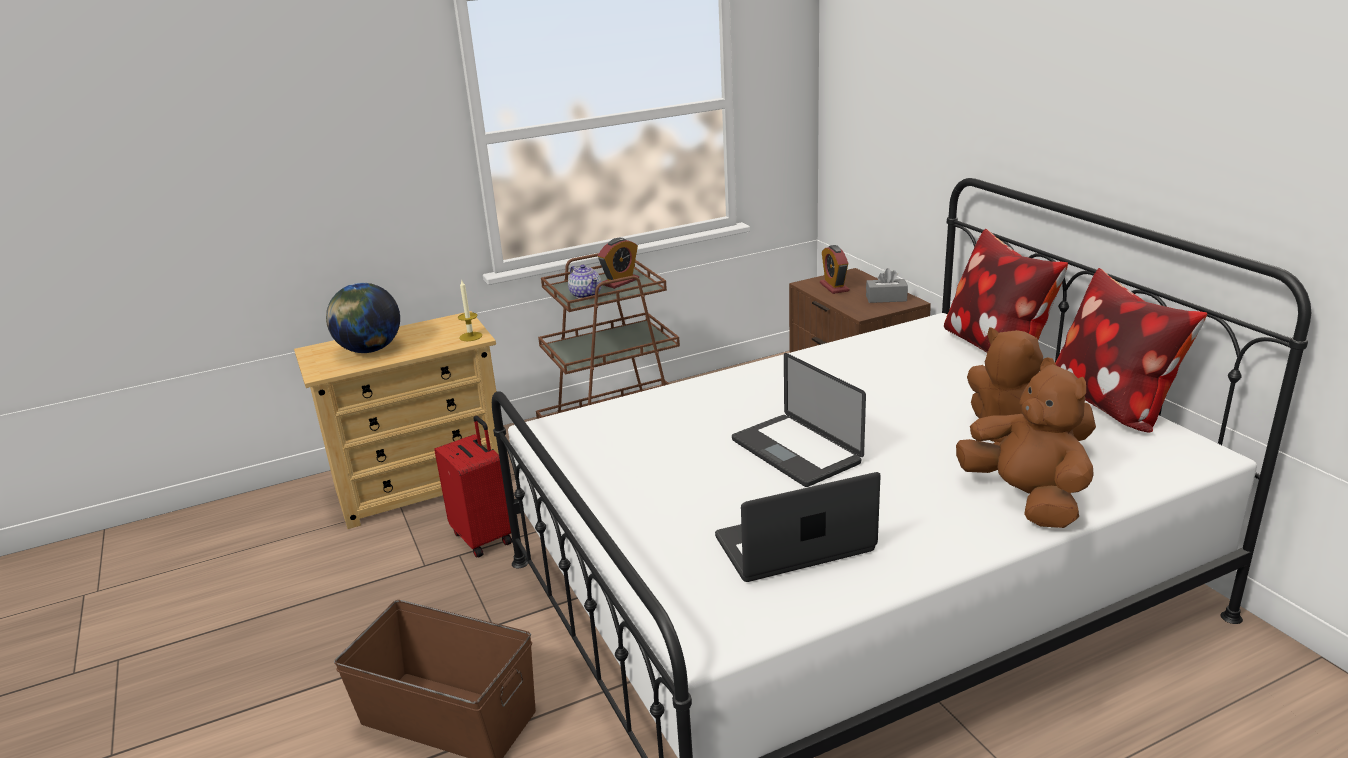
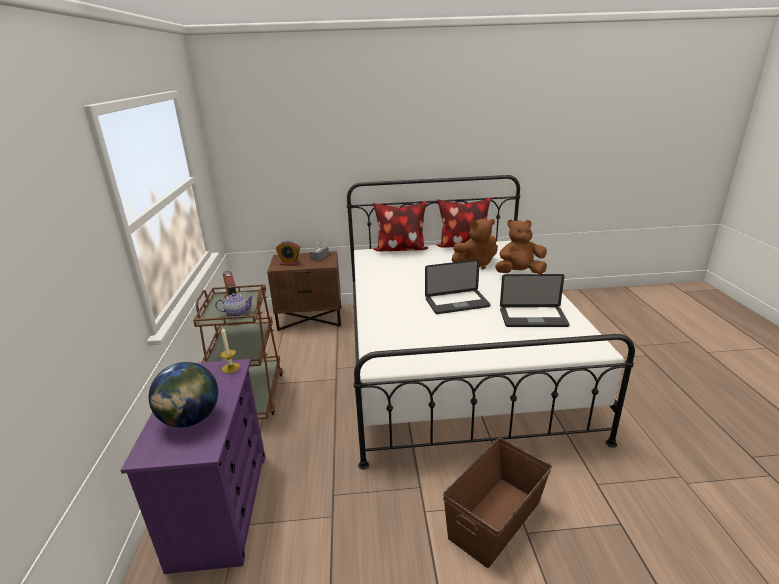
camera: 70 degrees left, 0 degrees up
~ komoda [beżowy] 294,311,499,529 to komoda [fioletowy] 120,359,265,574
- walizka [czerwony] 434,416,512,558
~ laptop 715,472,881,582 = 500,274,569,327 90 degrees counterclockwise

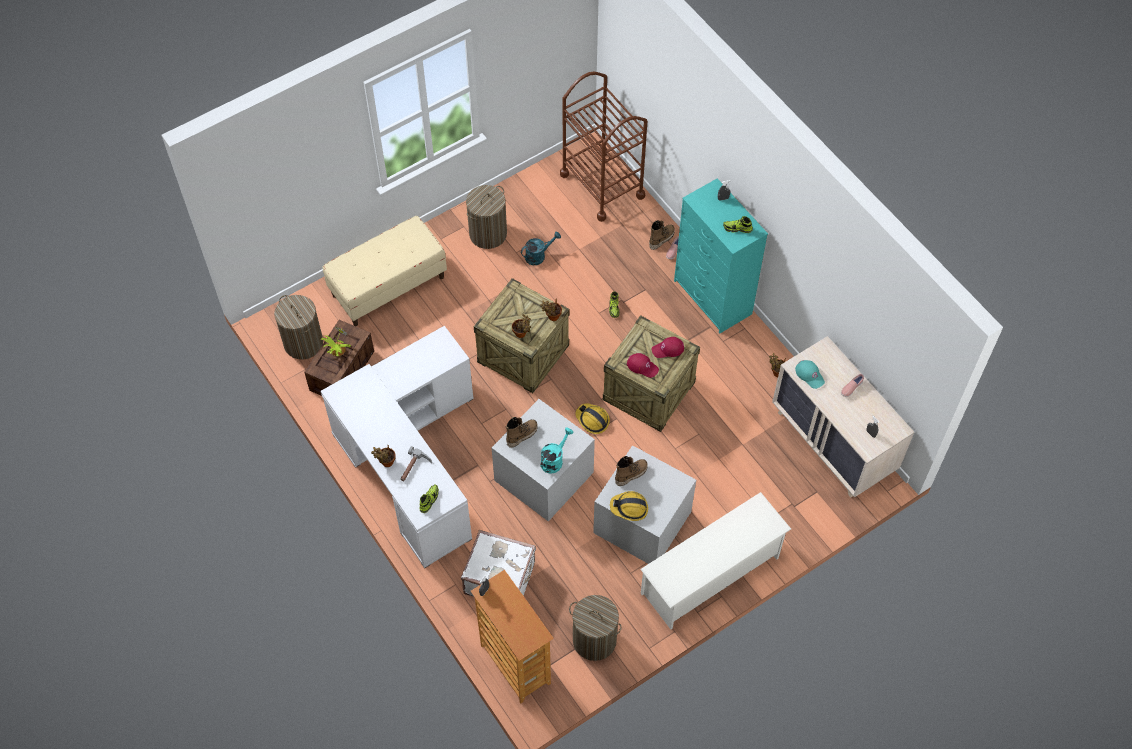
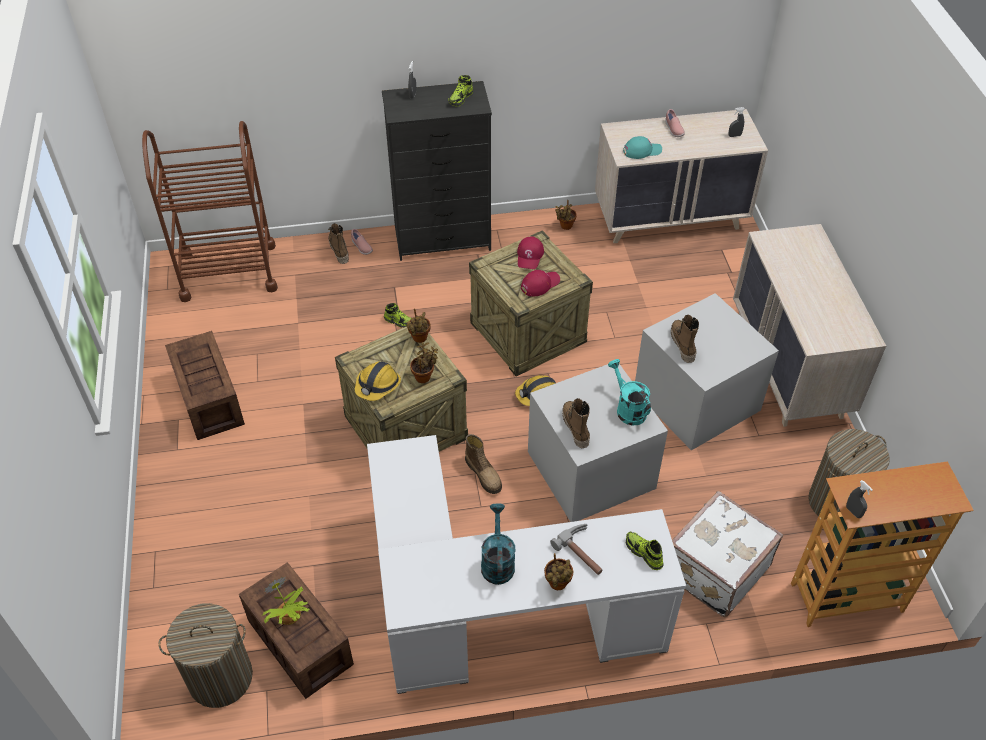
camera: 65 degrees left, 10 degrees down
- ławka [beżowy] 322,216,447,326
~ kosz na pranie 466,185,507,249 to skrzynka 165,331,245,440
~ konewka [turkusowy] 521,231,561,265 to 481,504,516,585
~ kask 610,491,648,521 to 355,361,401,401
~ regał na buty [biały] 640,492,791,630 to komoda [beżowy] 733,224,886,427
~ komoda [turkusowy] 674,178,768,334 to komoda [czarny] 382,81,492,261
+ but z cholewką 465,434,502,494

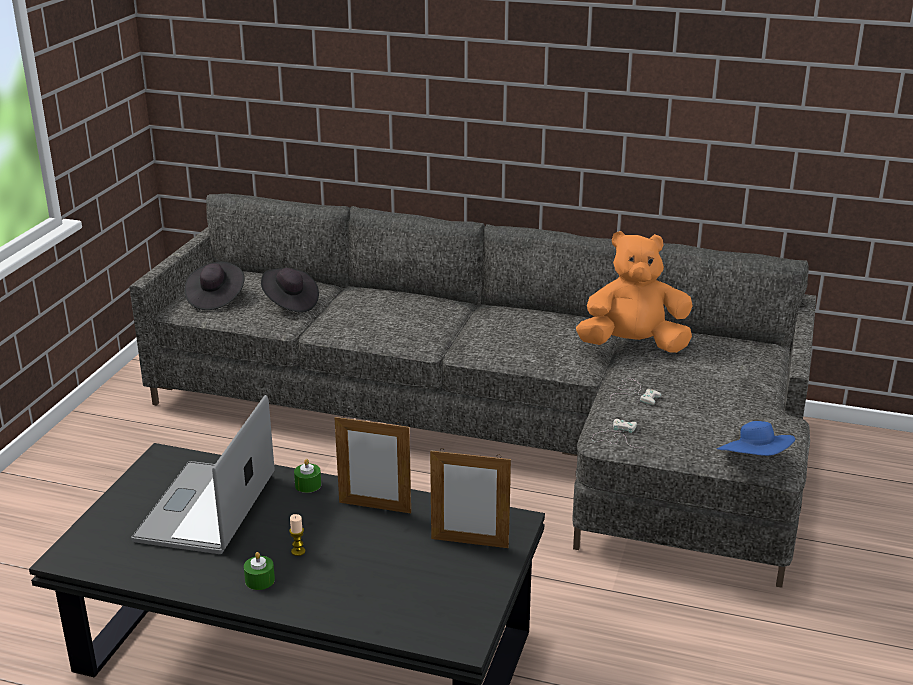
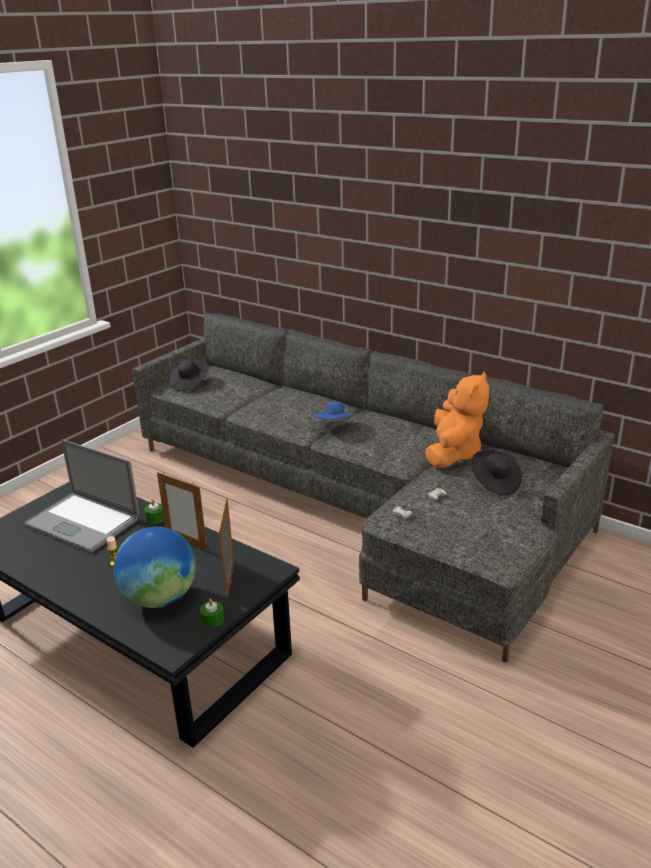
camera: 20 degrees right, 0 degrees up
~ laptop 131,395,275,554 = 24,439,139,553 90 degrees counterclockwise
~ świeca [zielony] 244,552,275,590 to 200,598,224,628
~ kapelusz [czarny] 261,268,319,313 to 471,451,522,496
~ ramka na zdjęcie 430,448,511,548 = 219,498,234,599 60 degrees clockwise
~ pluszak [pomarańczowy] 576,231,693,353 = 425,372,489,468 90 degrees clockwise
~ kapelusz [niebieski] 717,421,795,456 to 311,402,357,420
+ globus 114,527,196,608

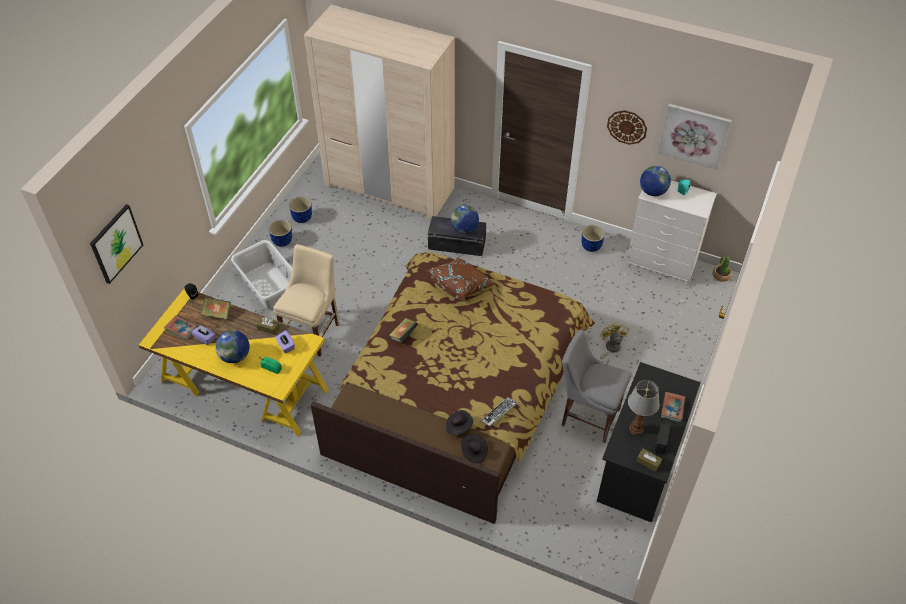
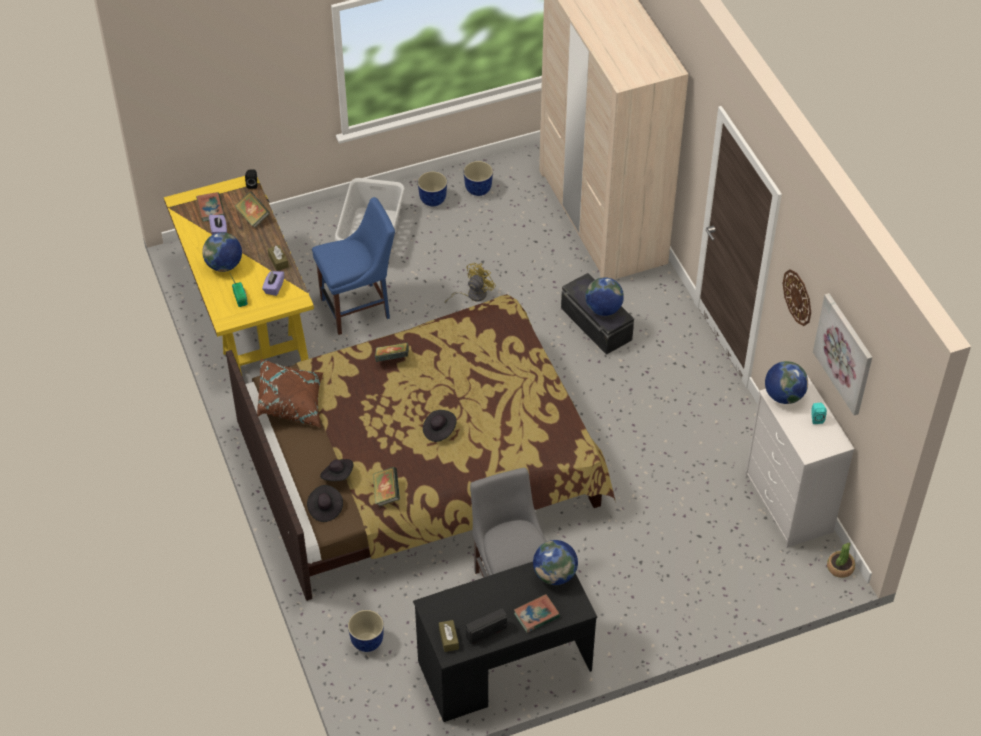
camera: 45 degrees right, 0 degrees up
- obraz 90,204,143,284
~ krzesło [beżowy] 273,244,339,357 to krzesło [niebieski] 312,197,395,335
~ poduszka [brązowy] 425,257,496,301 to 257,358,324,428
~ klawiatura 480,397,517,426 to książka 373,467,400,507
~ donica 582,225,605,252 to 348,610,384,652
~ wentylator [żółty] 600,322,628,365 to 445,263,496,303
- lampa stołowa 628,380,660,435
+ kapelusz [czarny] 423,410,457,442
+ globus 533,540,578,585

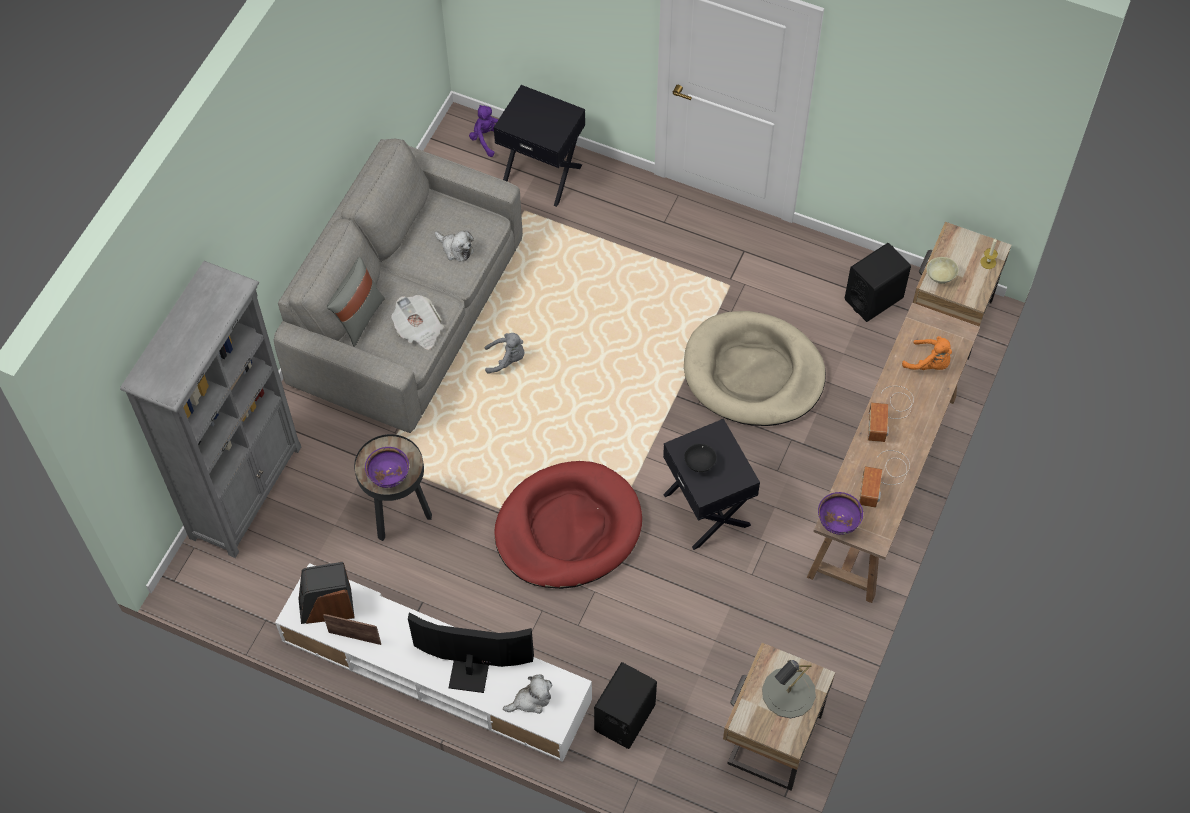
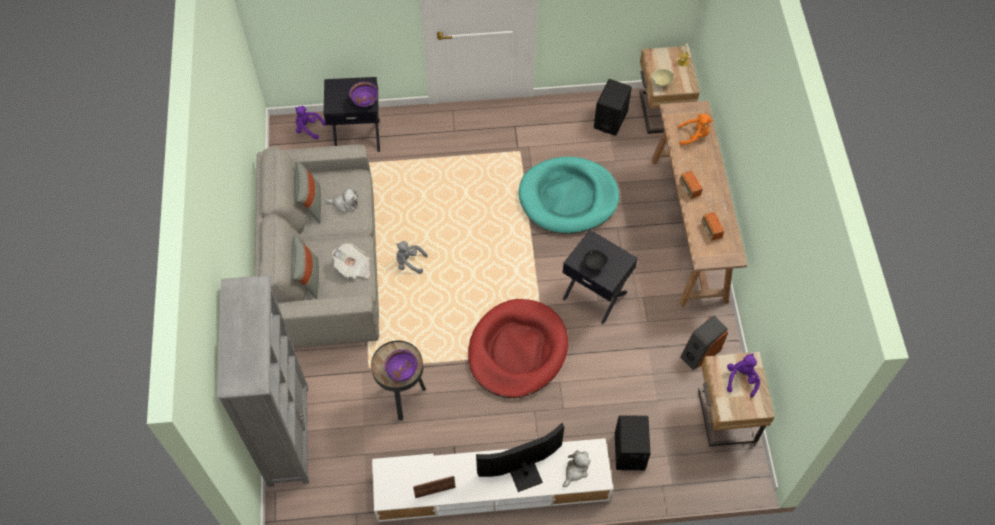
camera: 30 degrees left, 0 degrees up
~ głośnik 298,562,355,624 to 680,315,728,370
~ pluszak [szary] 484,333,524,374 = 396,241,428,274 135 degrees counterclockwise
~ legowisko [beżowy] 684,311,826,426 to legowisko [turkusowy] 519,157,619,234
~ lampa stołowa [szary] 762,660,816,718 to pluszak [fioletowy] 727,353,760,397
~ miska [fioletowy] 818,492,863,535 to 349,81,378,107
+ poduszka [szary] 294,161,321,223

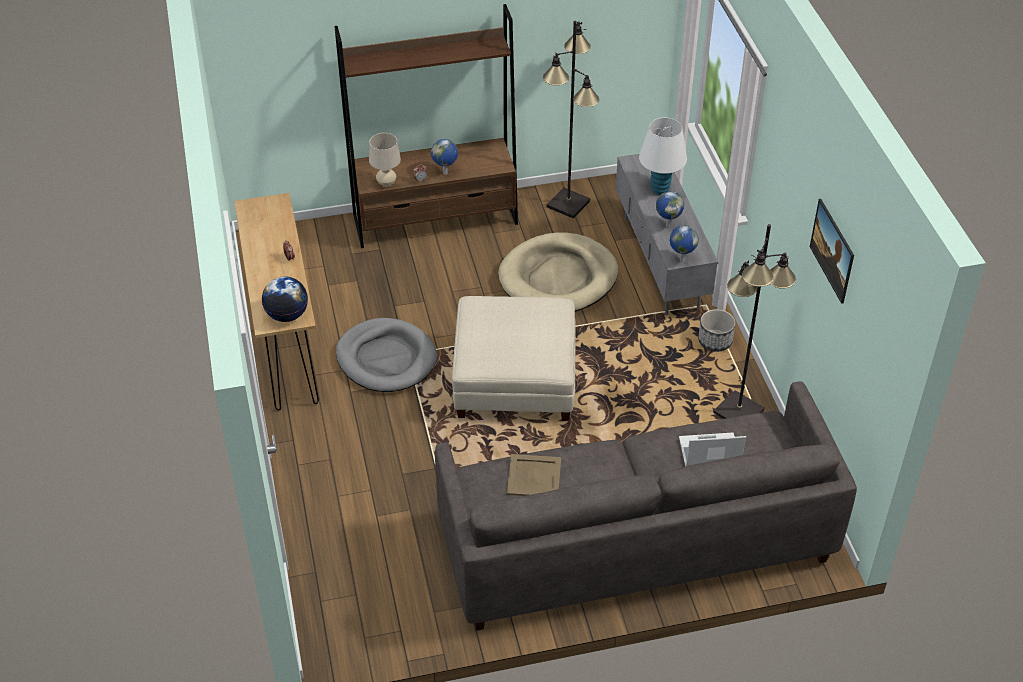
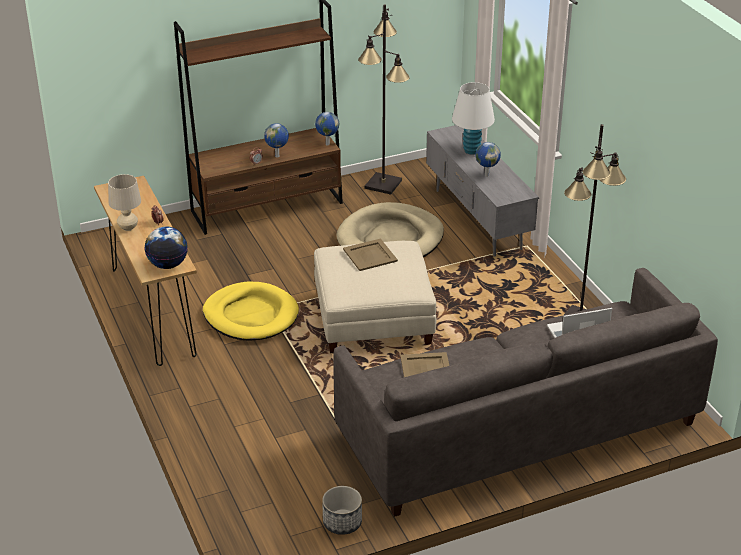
camera: 10 degrees left, 10 degrees down
~ legowisko [szary] 336,318,437,392 to legowisko [żółty] 203,281,299,341
~ lampa stołowa [beżowy] 369,133,401,187 to 108,174,141,231
~ globus 669,225,699,262 to 315,112,339,145
~ donica 698,309,735,352 to 322,486,362,535
- obraz 810,199,854,304
+ taca [beżowy] 343,238,398,271

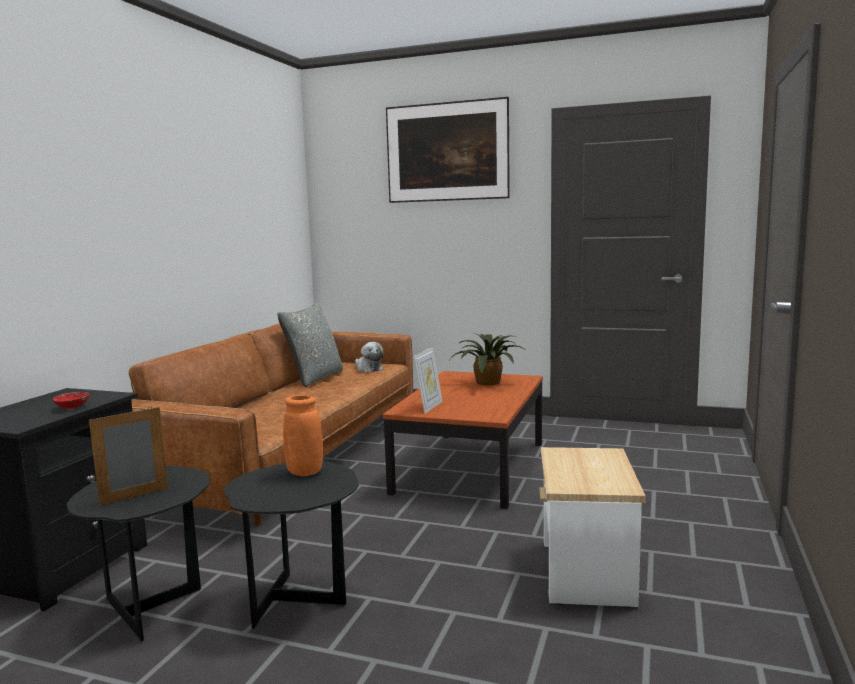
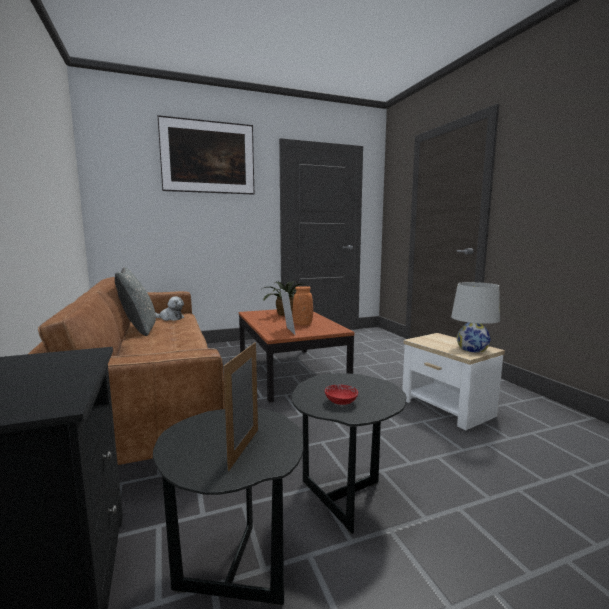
camera: 40 degrees left, 0 degrees up
~ miska [czerwony] 53,392,90,409 to 325,385,358,405
~ wazon [pomarańczowy] 283,395,323,476 to 293,286,313,325
+ lampa stołowa [biały] 451,282,500,352

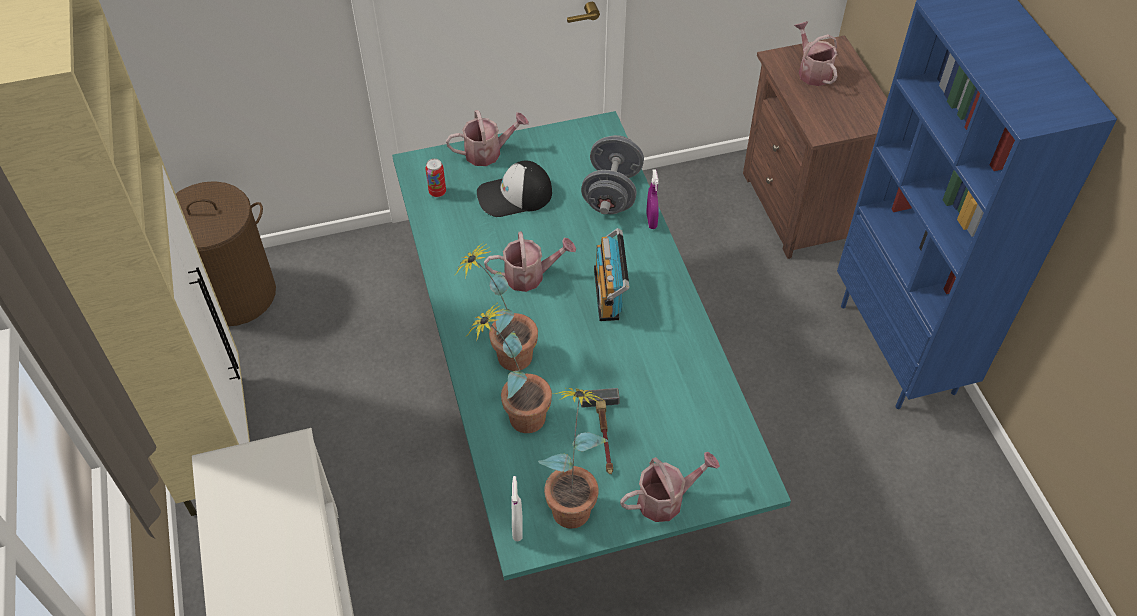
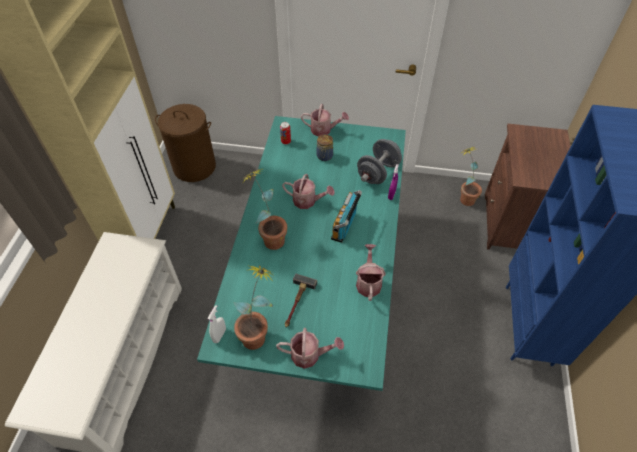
camera: 25 degrees right, 0 degrees up
~ roślina doniczkowa 468,304,552,433 to 460,146,482,206
~ czapka z daszkiem 477,161,552,217 to słoik 316,134,333,161
~ konewka 794,21,837,86 to 356,244,386,301

